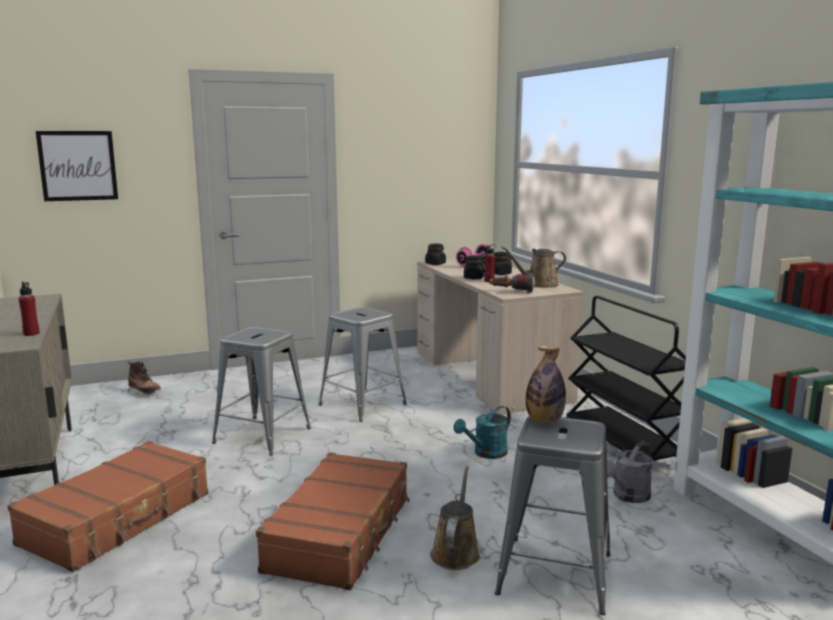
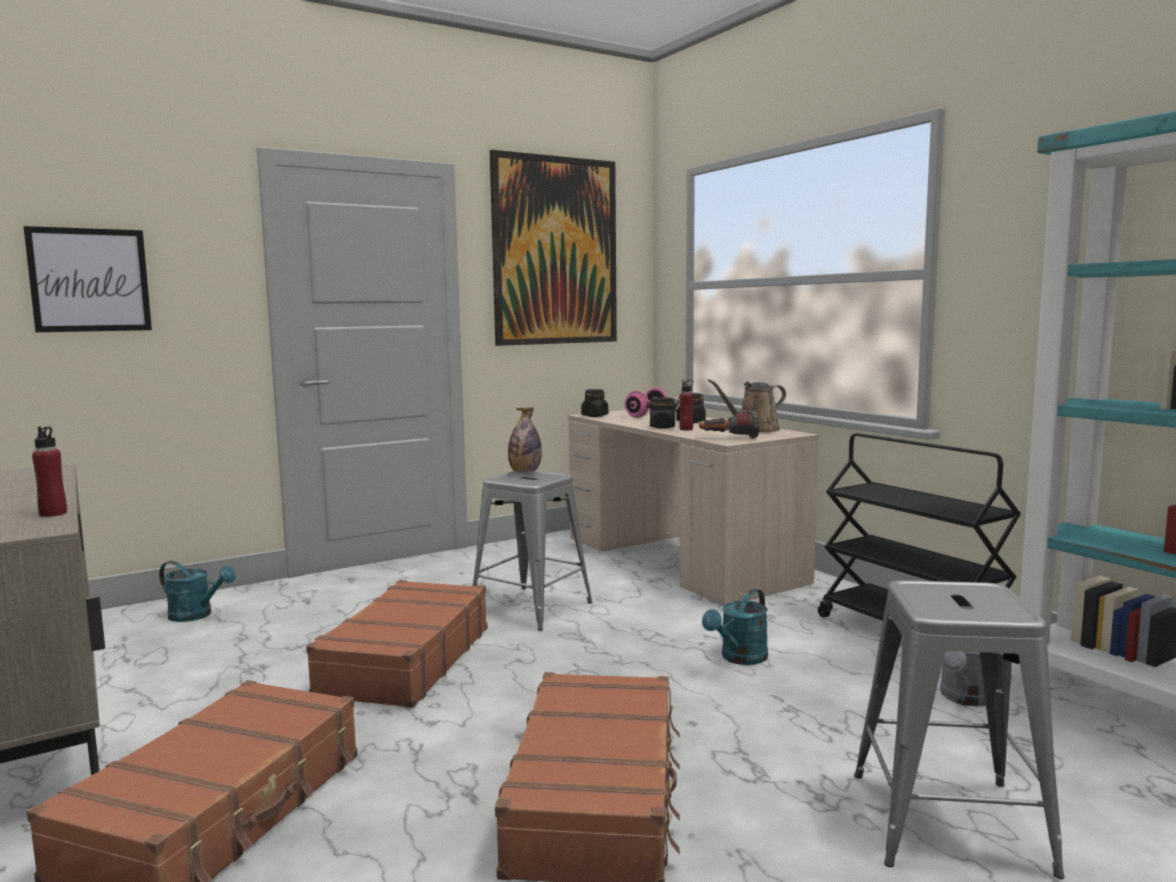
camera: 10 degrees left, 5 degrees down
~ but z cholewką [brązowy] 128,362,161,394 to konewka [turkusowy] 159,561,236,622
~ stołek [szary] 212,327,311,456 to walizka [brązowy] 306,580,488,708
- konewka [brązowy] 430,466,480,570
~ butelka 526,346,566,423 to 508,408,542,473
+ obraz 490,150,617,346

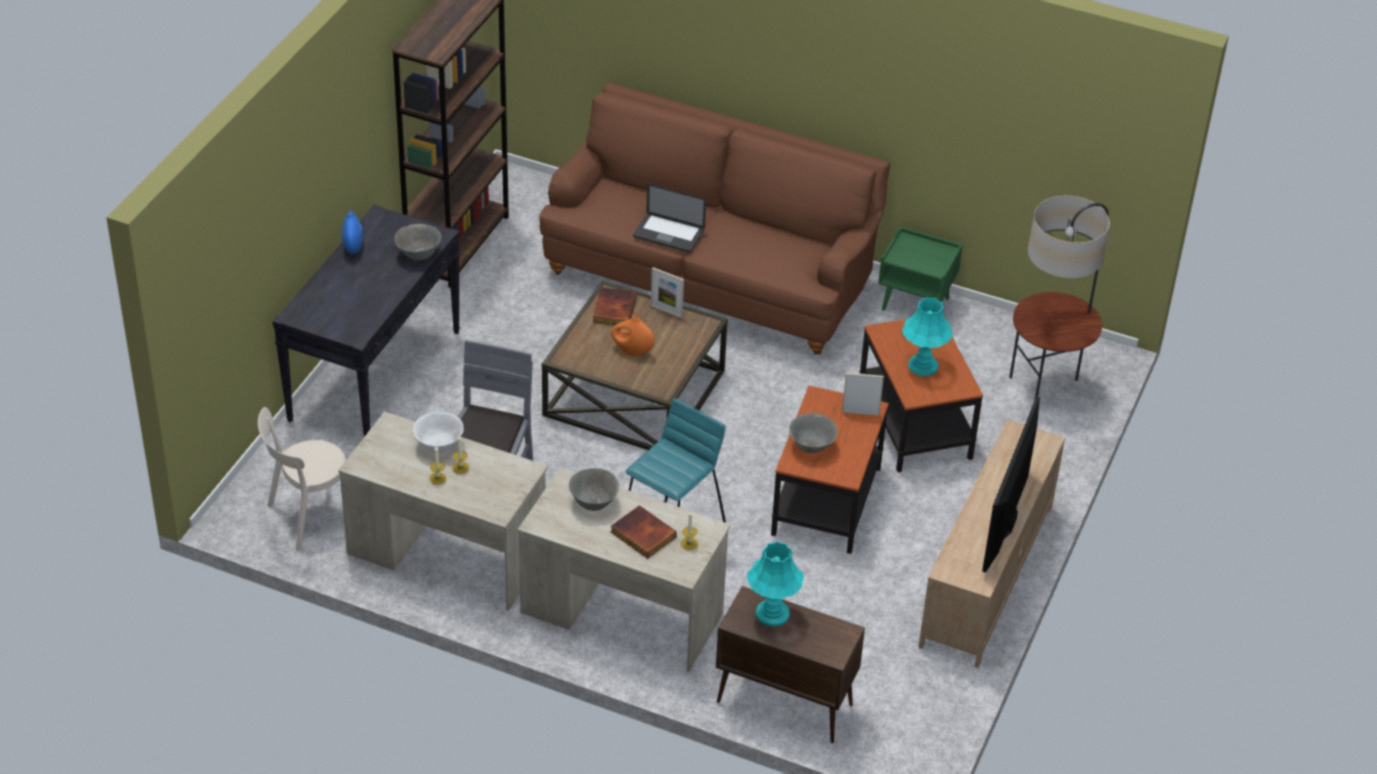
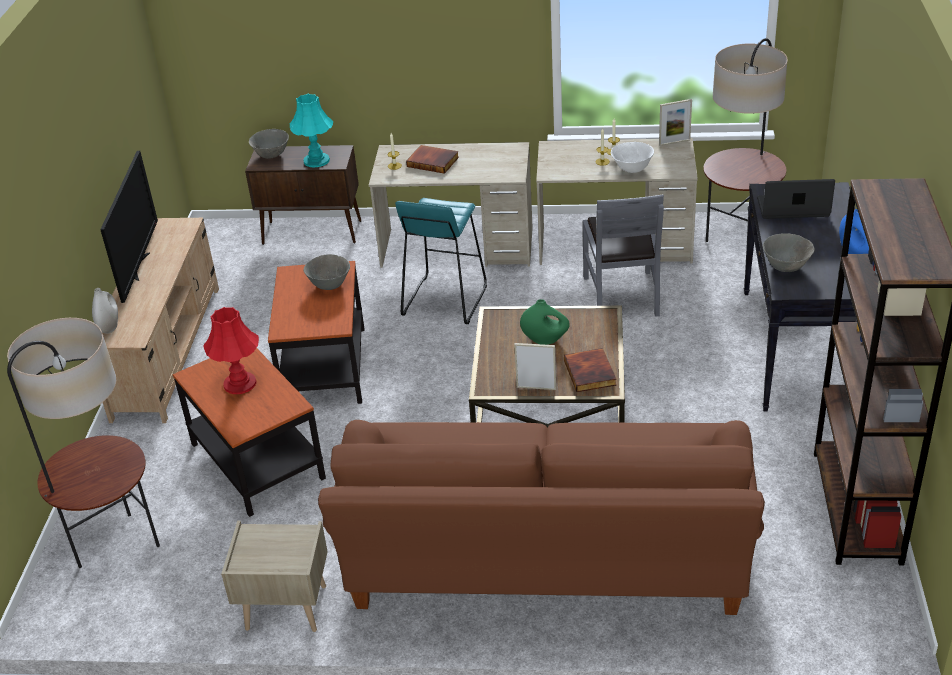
camera: 165 degrees right, 5 degrees down
~ krzesło [beżowy] 258,407,346,551 to lampa stojąca 704,38,788,242
~ miska [szary] 569,468,619,511 to 249,129,289,159
~ wazon [pomarańczowy] 611,315,655,356 to wazon [zielony] 520,299,570,345
~ laptop 633,184,706,253 to 757,179,835,219
~ ramka na zdjęcie 842,373,884,416 to 659,99,692,146
~ szafka nocna [zielony] 878,227,963,311 to szafka nocna [beżowy] 221,521,328,632
~ lampa stołowa [turkusowy] 902,297,953,376 to lampa stołowa [czerwony] 203,307,259,394
+ wazon [biały] 92,288,118,334

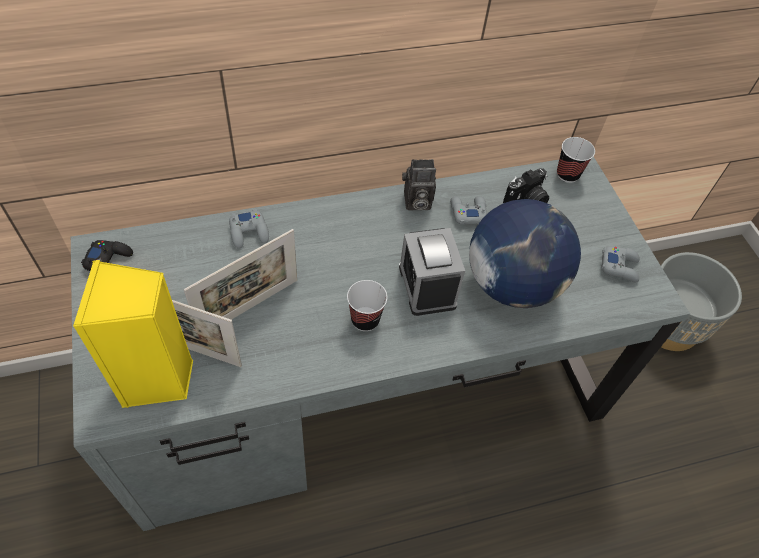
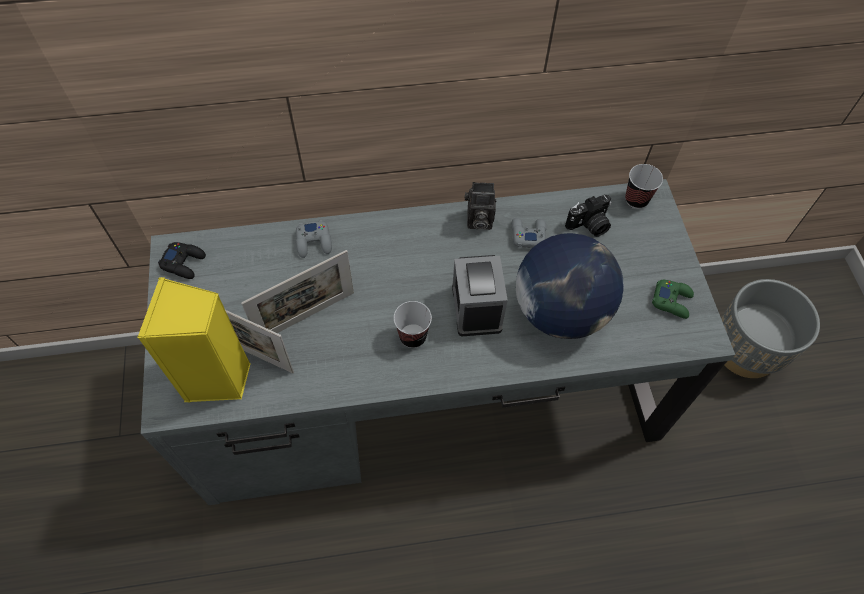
camera: 10 degrees right, 5 degrees up
~ pad do gier [szary] 601,246,640,282 to pad do gier [zielony] 652,280,694,319

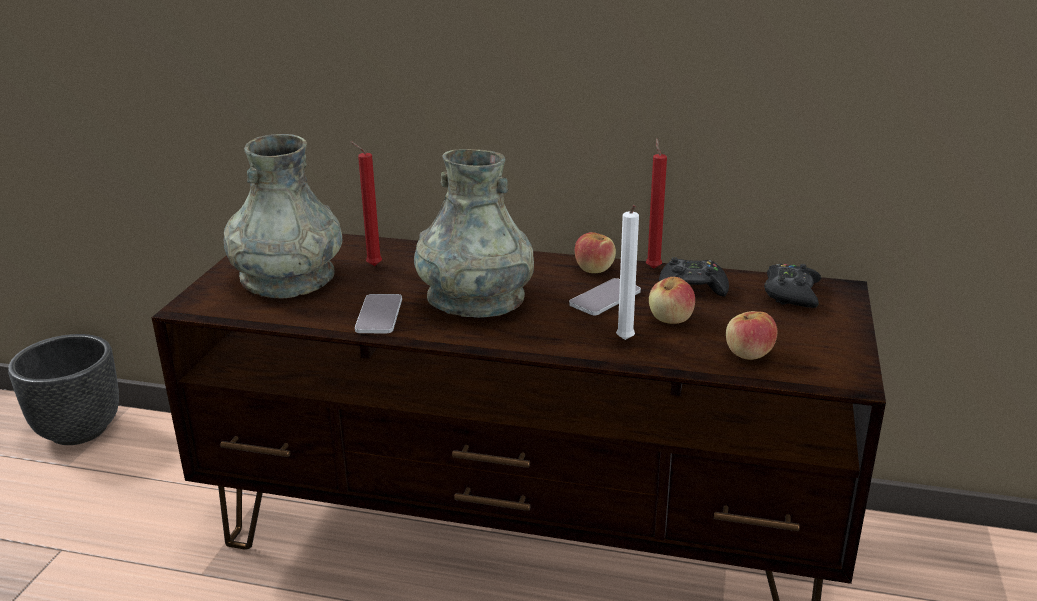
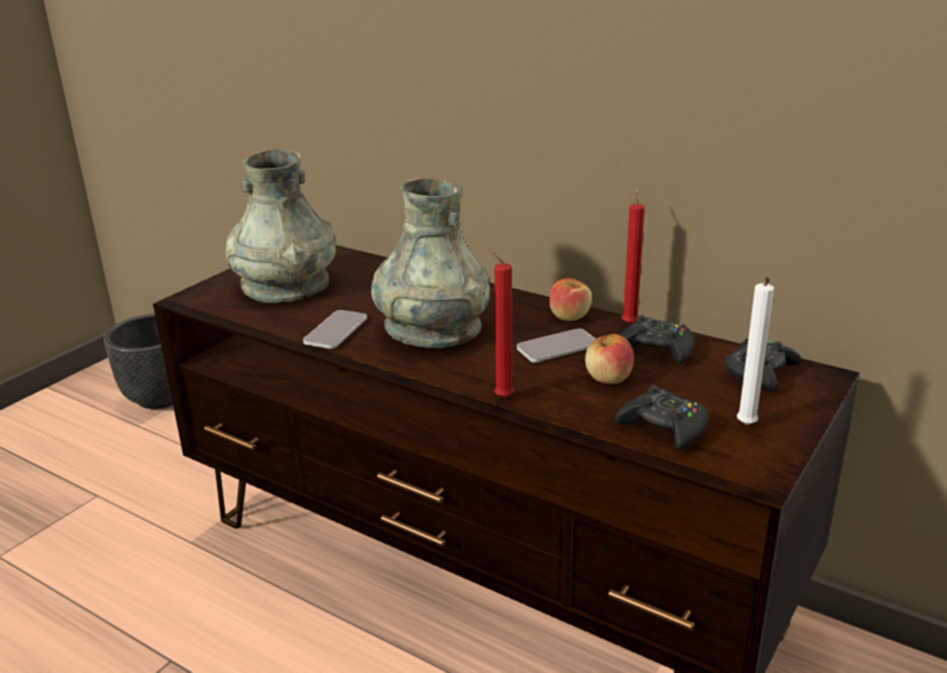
camera: 20 degrees right, 0 degrees up
~ świeca [czerwony] 350,141,382,266 to 486,248,514,398
~ świeca [biały] 616,205,639,340 to 737,277,774,425
~ jabłko 726,311,777,360 to pad do gier [czarny] 615,385,709,451

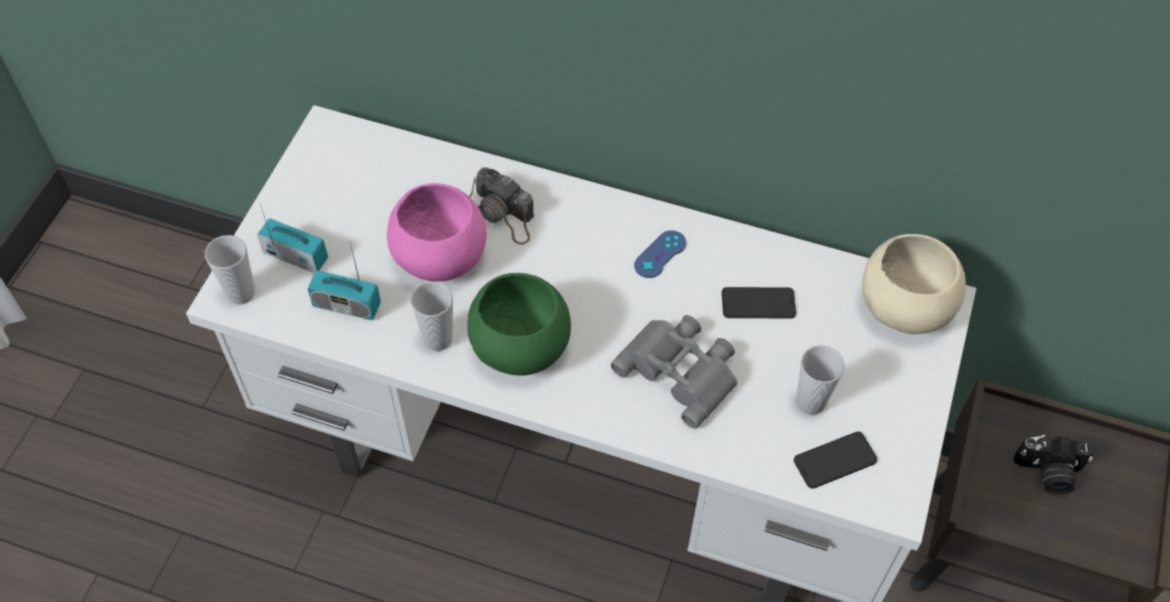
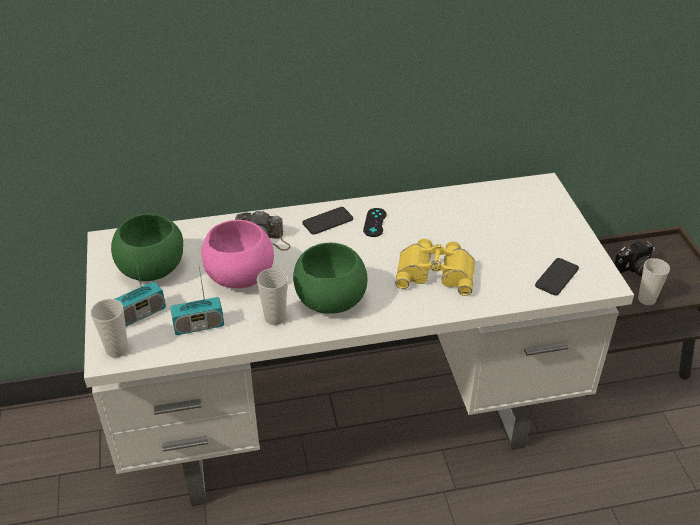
camera: 30 degrees left, 15 degrees down
~ radio 257,204,328,273 = 115,255,166,326 150 degrees clockwise
~ lornetka [szary] 611,315,737,429 to lornetka [żółty] 395,239,475,296
~ pad do gier [niebieski] 634,230,686,278 to pad do gier [czarny] 363,208,387,237
~ telefon 722,287,796,318 to 302,207,353,235
~ filiżanka 796,345,845,415 to 638,258,670,305
- miska [beżowy] 862,234,966,334
+ miska [zielony] 111,213,183,281

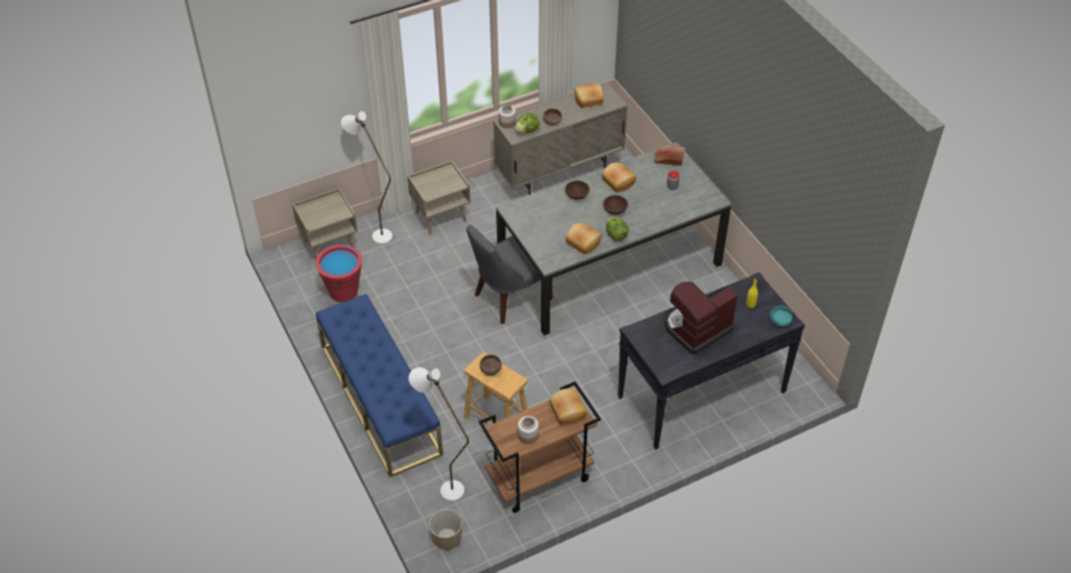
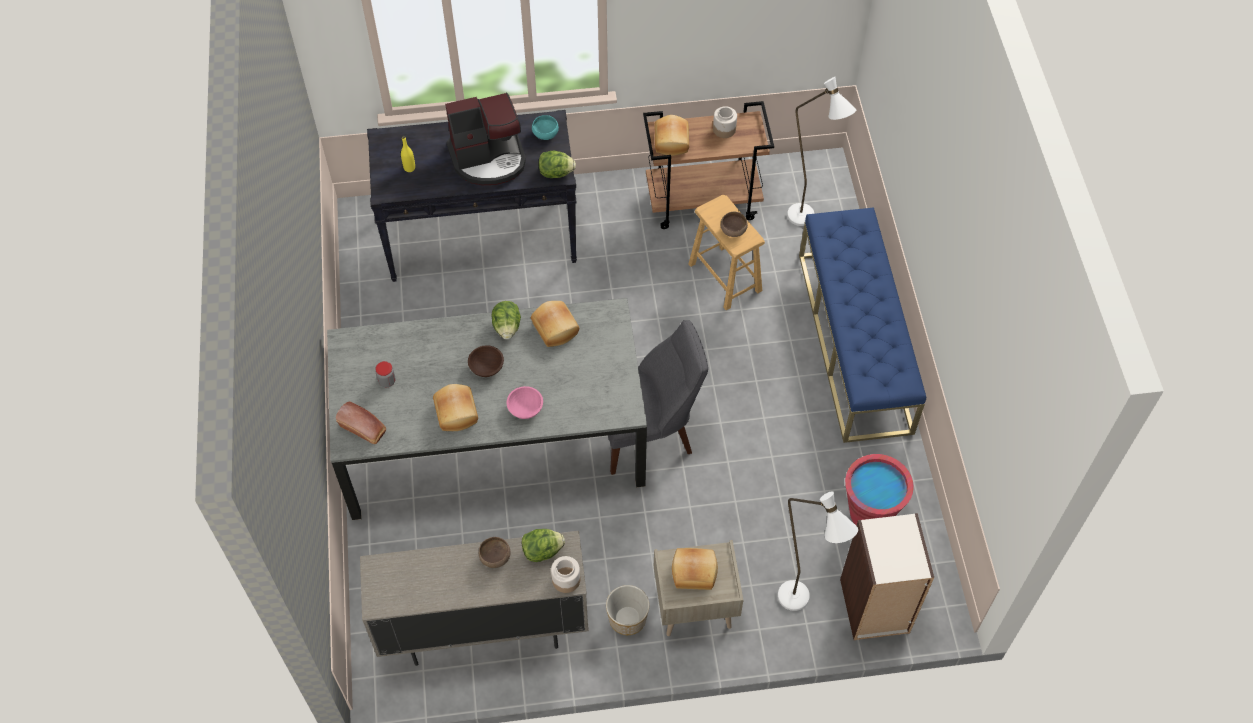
camera: 160 degrees left, 10 degrees up
~ szafka nocna [beżowy] 292,188,358,261 to regał 840,513,934,640
~ donica 429,509,463,549 to 606,585,649,635
~ miska [brązowy] 565,181,590,200 to miska [różowy] 506,386,543,419
~ chleb 574,83,604,108 to 672,548,718,590
~ miska [turkusowy] 770,306,793,326 to 532,115,559,140
+ sałata 539,150,576,178

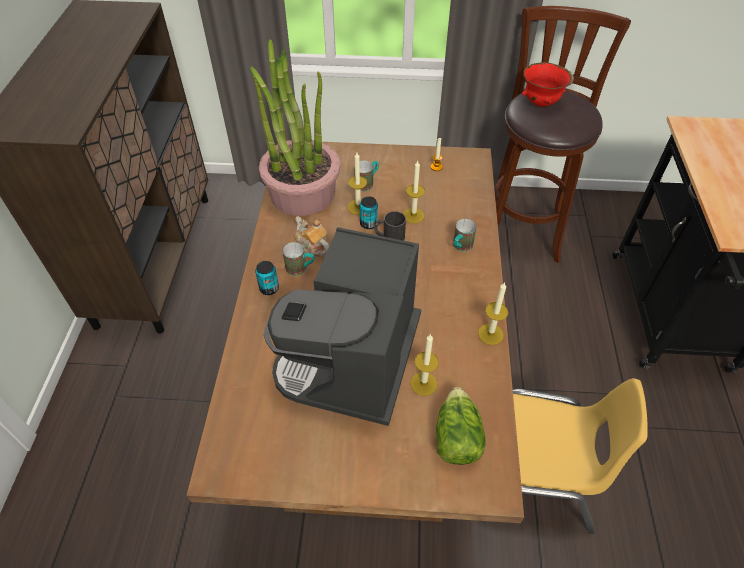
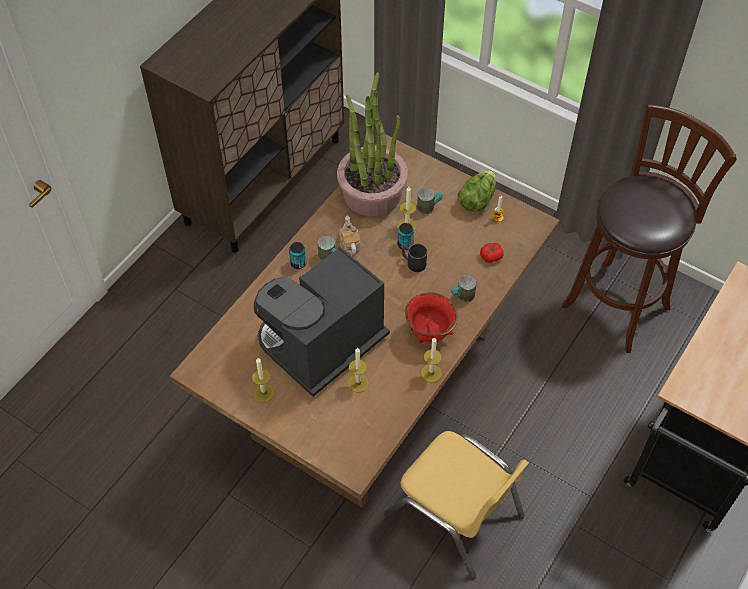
camera: 30 degrees right, 5 degrees up
~ świeca 403,161,425,223 to 252,358,274,402
~ sałata 436,387,486,465 to 458,170,496,212
~ miska [czerwony] 522,62,574,107 to 405,292,458,344
+ pomidor 480,243,504,263

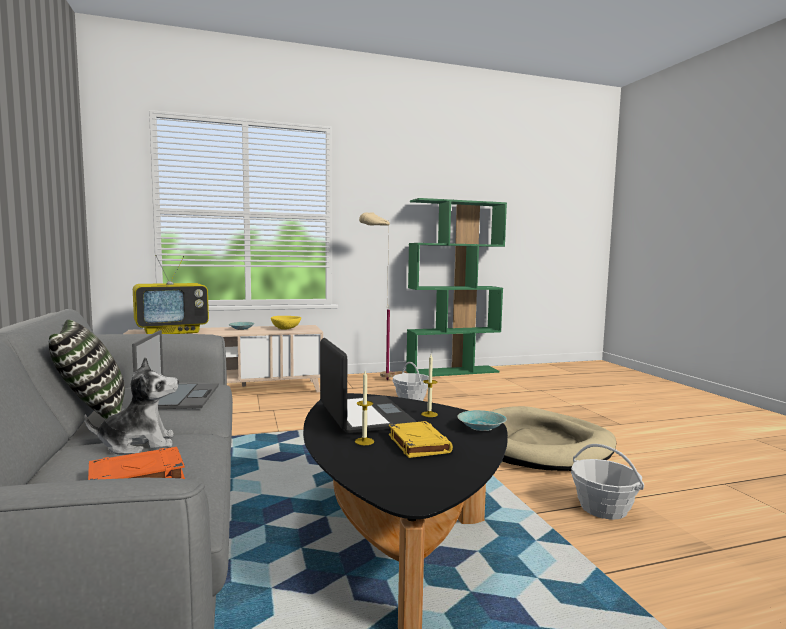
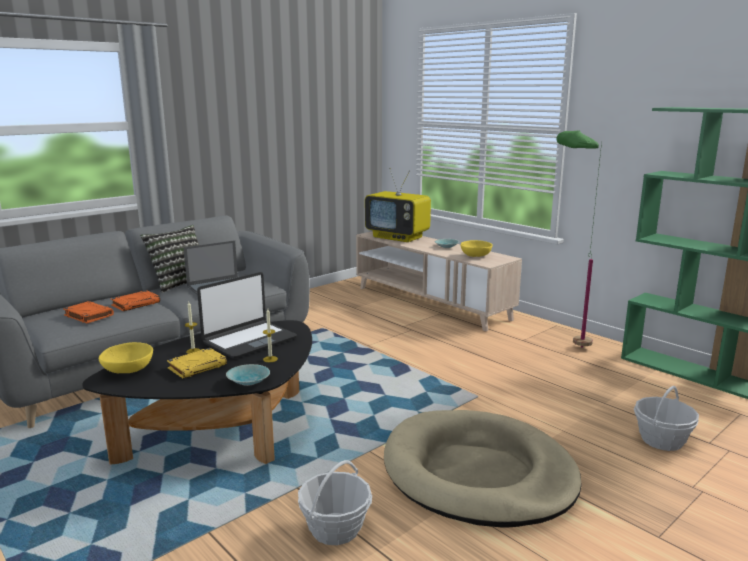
camera: 65 degrees right, 10 degrees up
~ pluszak 84,357,179,455 to książka [pomarańczowy] 111,290,160,311
~ lampa stojąca [beżowy] 359,212,395,380 to lampa stojąca [zielony] 556,130,602,348
~ koszyk 392,362,429,401 to 634,386,699,451
+ miska [żółty] 99,342,153,373

